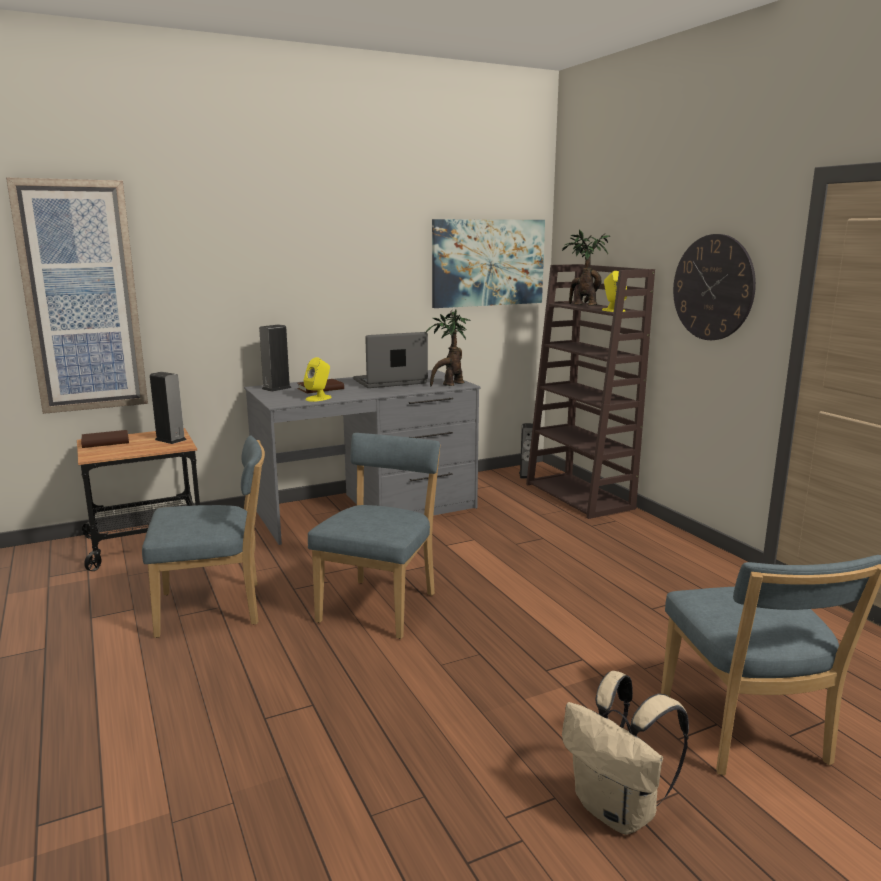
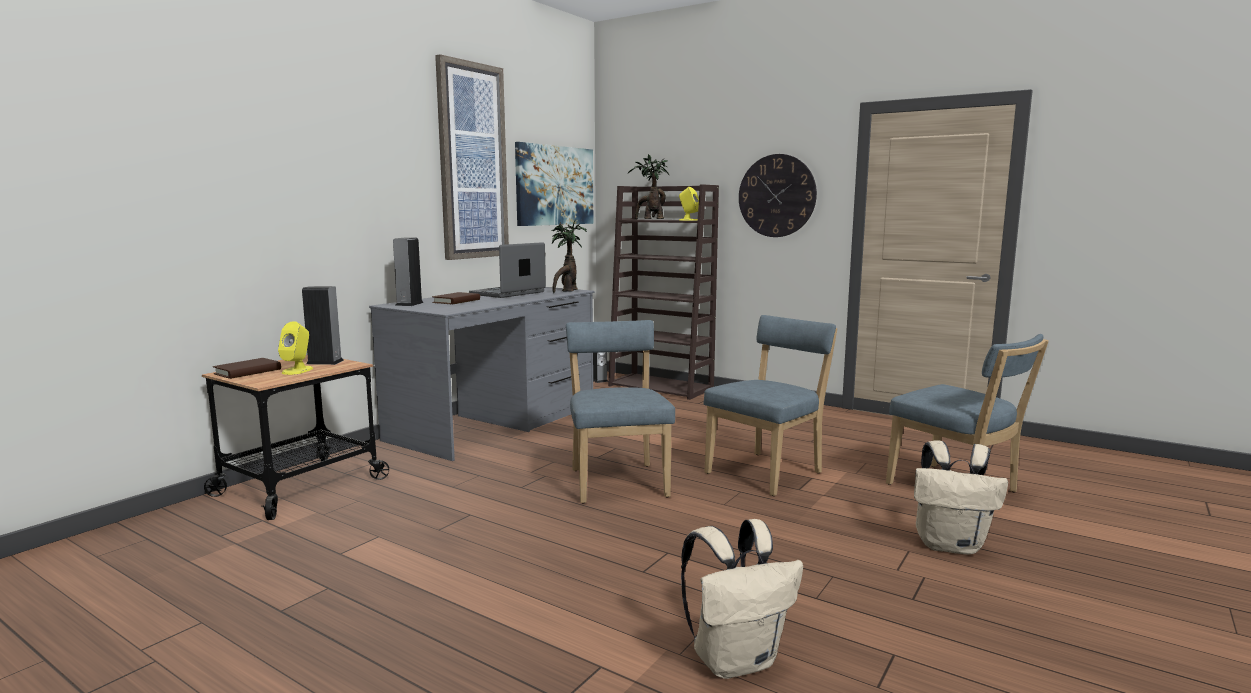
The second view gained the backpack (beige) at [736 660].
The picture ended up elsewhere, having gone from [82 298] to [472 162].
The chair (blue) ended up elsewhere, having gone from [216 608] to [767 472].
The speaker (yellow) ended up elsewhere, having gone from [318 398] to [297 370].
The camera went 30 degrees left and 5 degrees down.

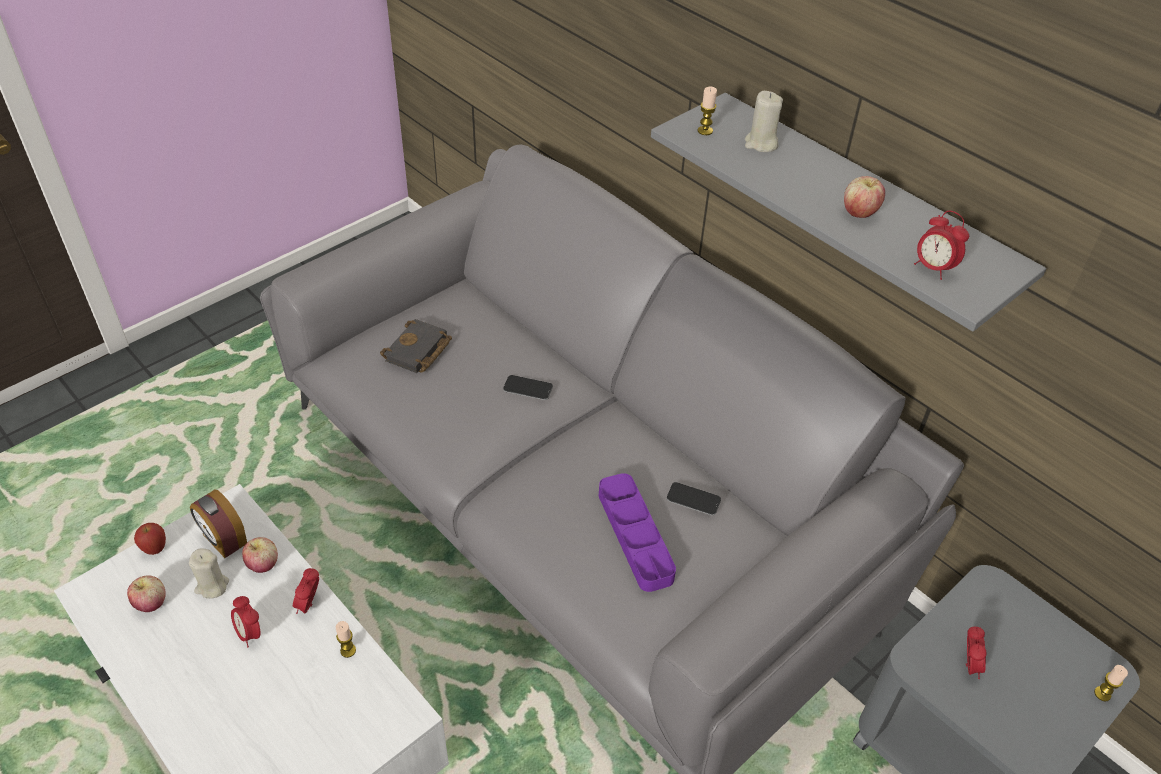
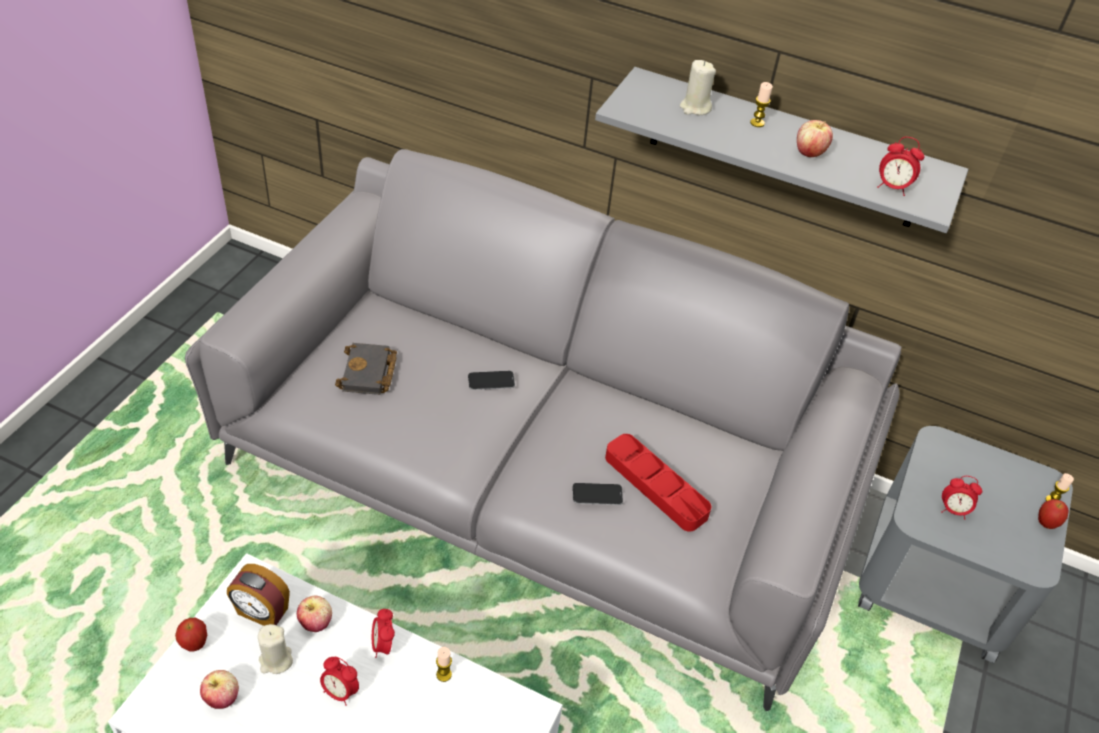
The second view gained the apple at [1046 524].
The phone ended up elsewhere, having gone from [693 499] to [597 495].
The candle ended up elsewhere, having gone from [705 131] to [757 123].
What was the tray (purple) at [635 535] turned into the tray (red) at [655 486].
The alarm clock at [968 665] ended up facing another way, 120 degrees clockwise from before.
The camera went 25 degrees left and 0 degrees up.

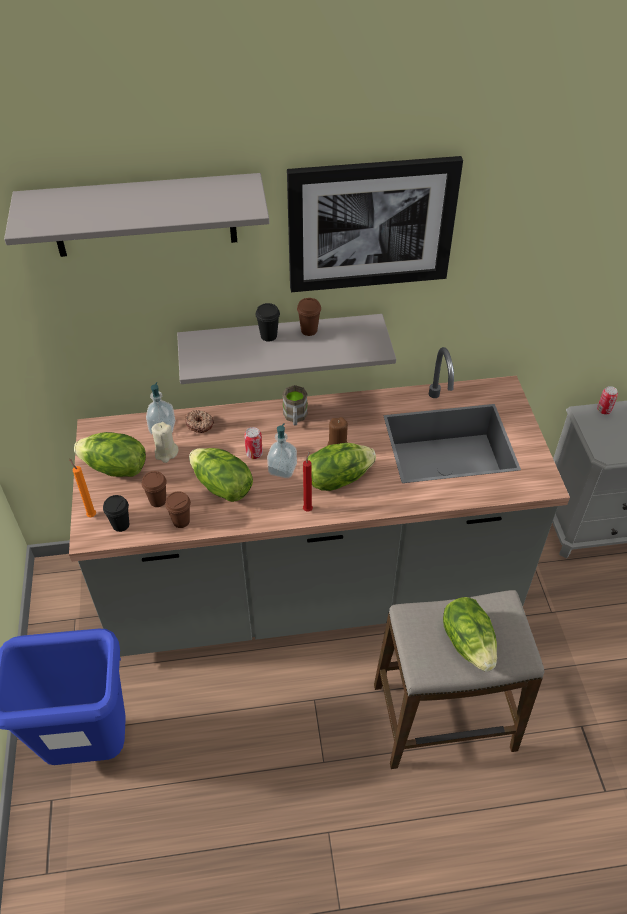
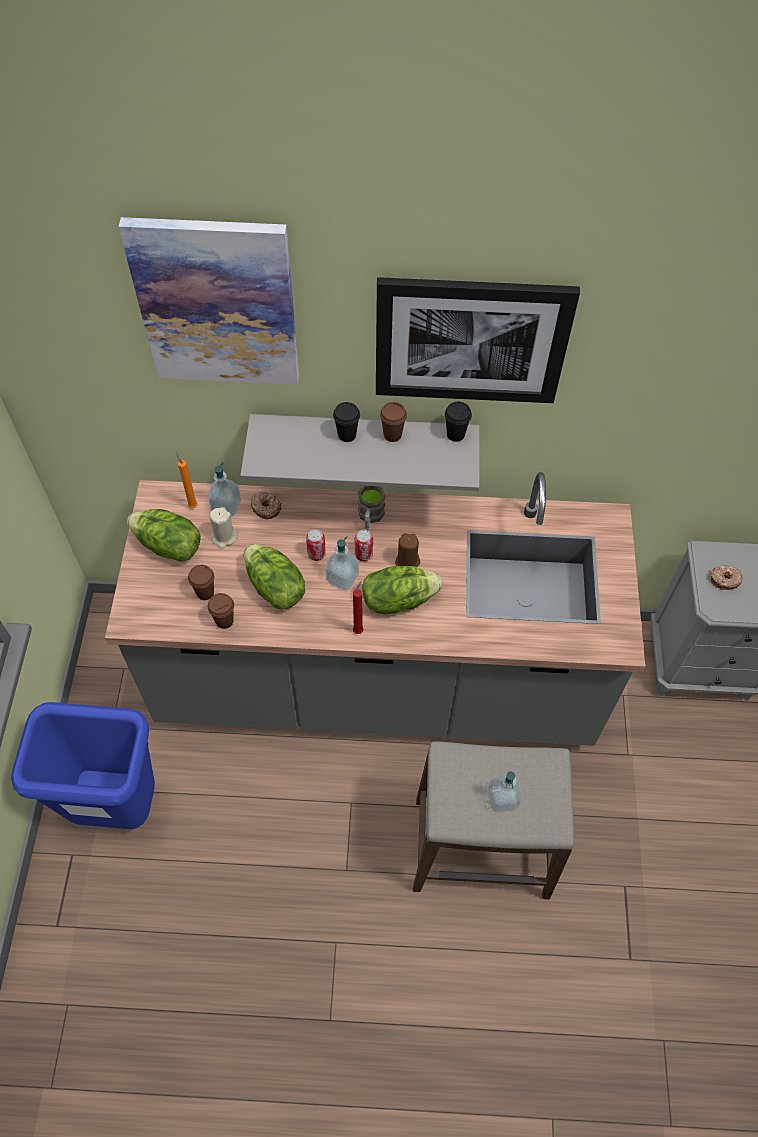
The second view gained the donut at [724 579].
The candle (orange) ended up elsewhere, having gone from [91 515] to [192 505].
The cup (black) ended up elsewhere, having gone from [121 525] to [455 434].
The can ended up elsewhere, having gone from [603 410] to [363 554].
Where the shelf (grey) hung at [144 215], the picture came to hang at [217 303].
Where the lettuce stood at [469 642], the soap dispenser came to stand at [502 799].
The camera went 10 degrees right and 10 degrees up.

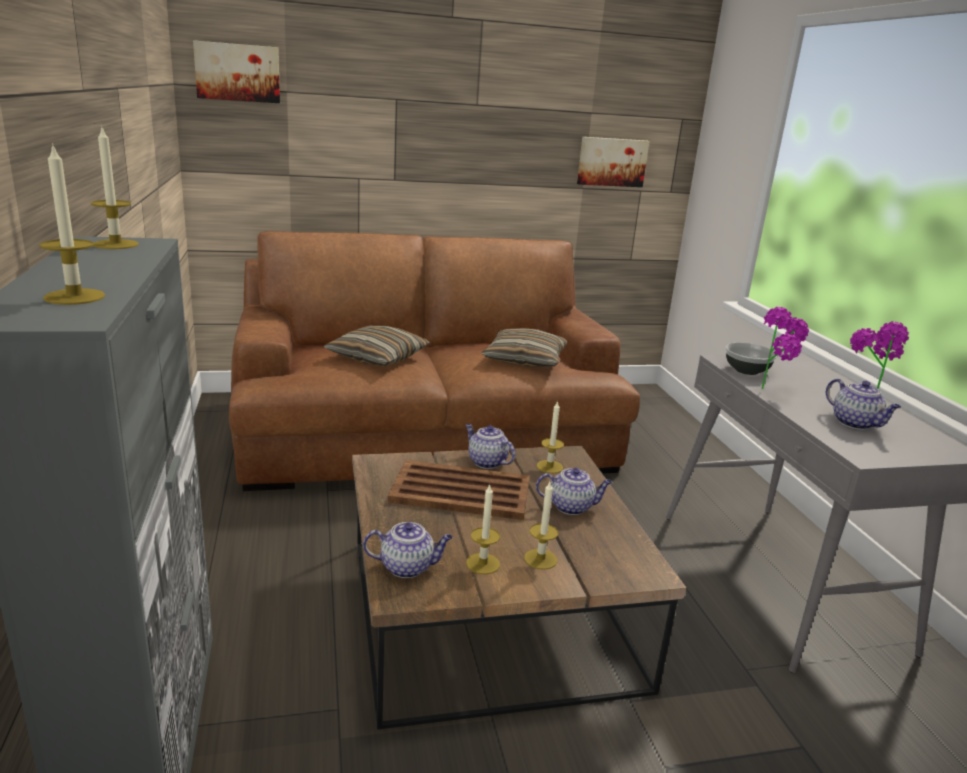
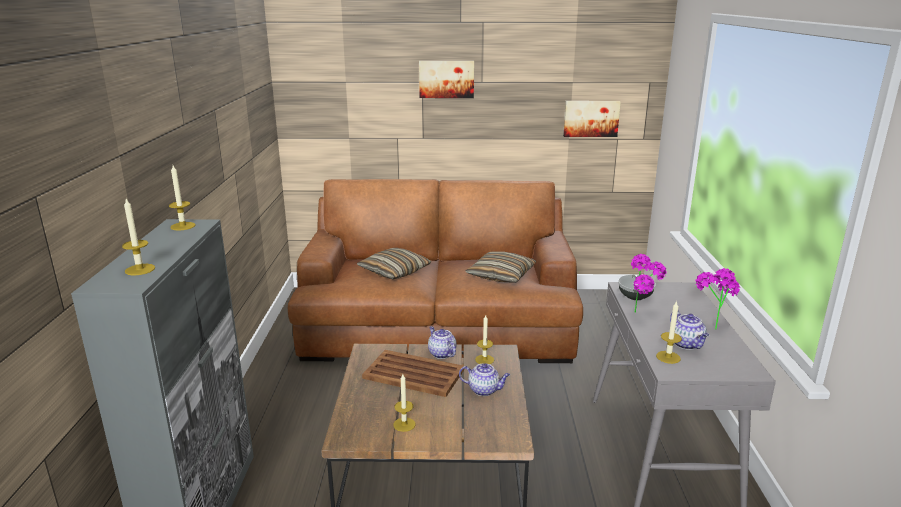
The second view lost the teapot at [408 567].
The picture ended up elsewhere, having gone from [238 72] to [446 79].
The candle ended up elsewhere, having gone from [540 559] to [668 357].
The camera went 15 degrees right and 0 degrees up.

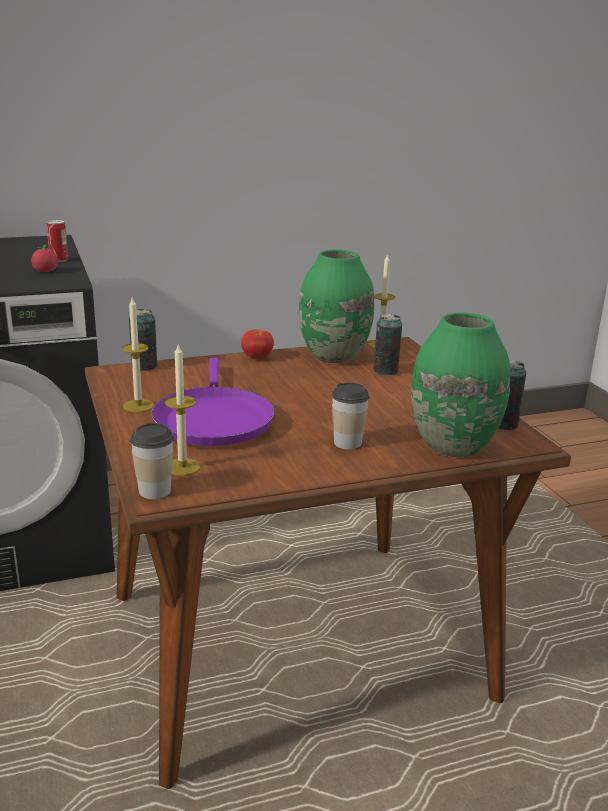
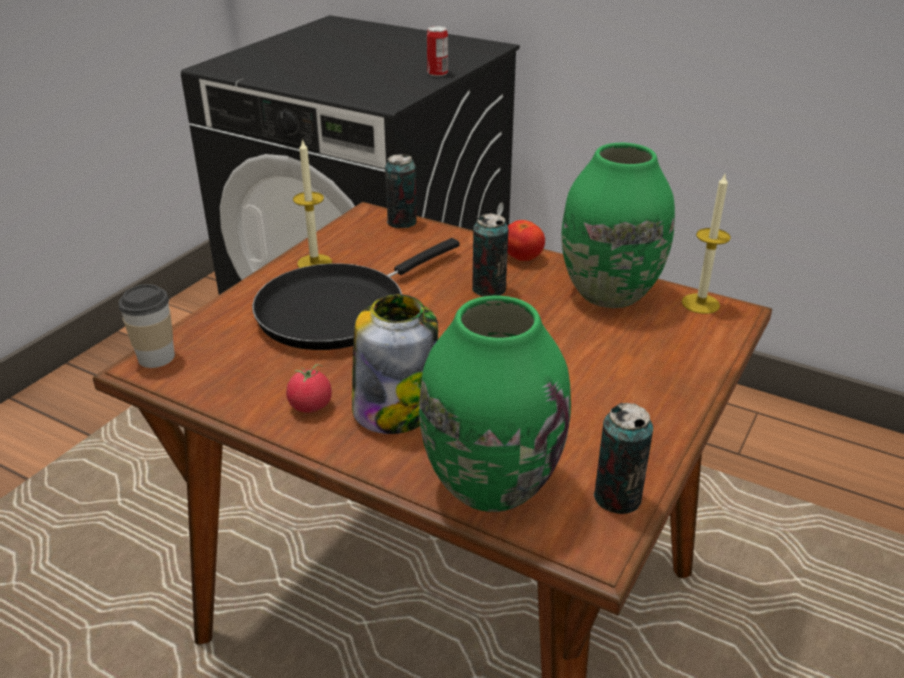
The second view lost the candle at [182 467].
The tomato ended up elsewhere, having gone from [45 271] to [310 406].
The can ended up elsewhere, having gone from [385 371] to [489 289].
Where the cup stood at [347 443], the jar came to stand at [394 408].
What was the frying pan (purple) at [213 419] turned into the frying pan (black) at [339 310].
The camera went 50 degrees right and 10 degrees up.

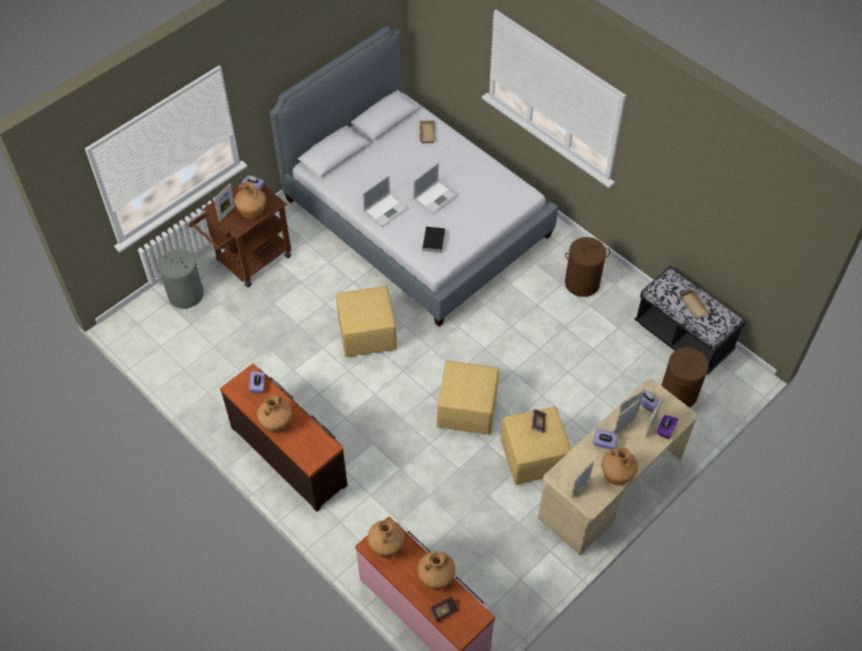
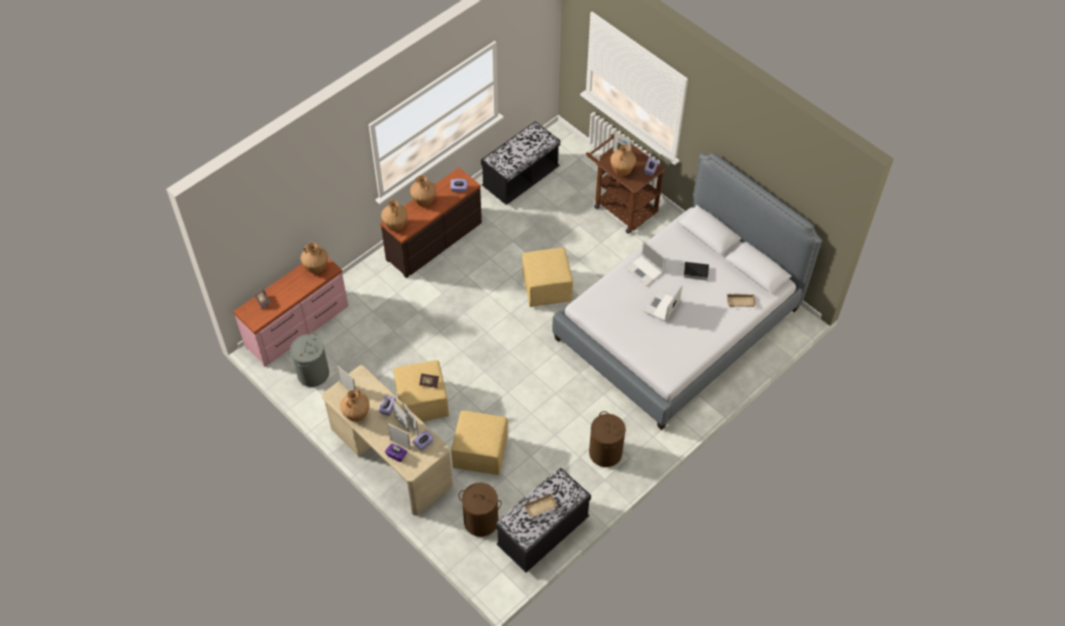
The second view gained the bench (black) at [520 178].
The laundry basket (grey) ended up elsewhere, having gone from [185 294] to [313 373].
The vase (brown) ended up elsewhere, having gone from [436 579] to [395 226].
The book ended up elsewhere, having gone from [433 242] to [695 272].
The ottoman (yellow) ended up elsewhere, having gone from [468 410] to [480 453].
The laptop at [435 196] ended up facing another way, 75 degrees clockwise from before.
The camera went 90 degrees right and 0 degrees up.

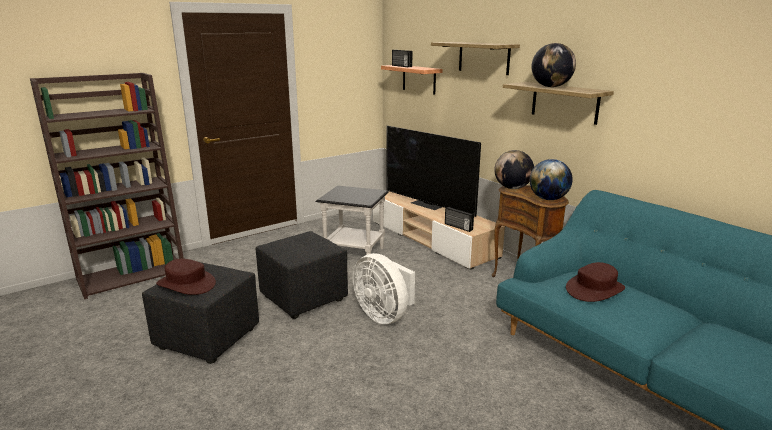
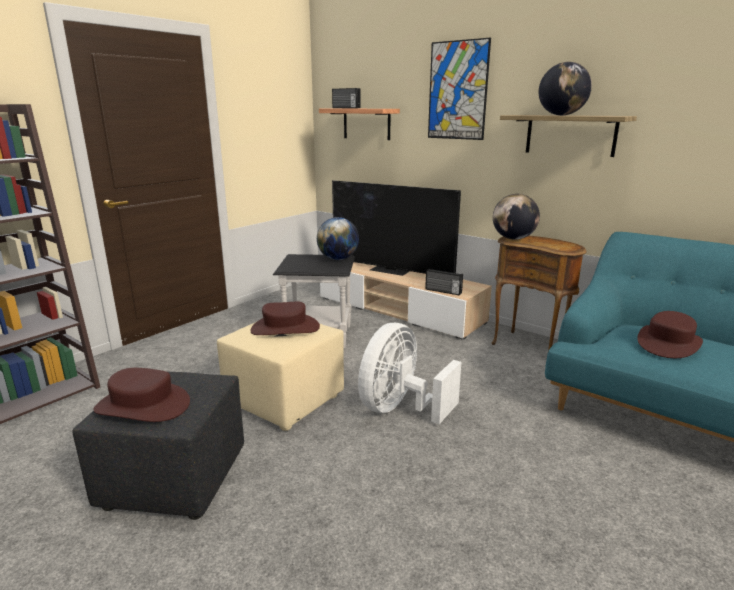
The second view gained the hat (brown) at [285 328].
The globe ended up elsewhere, having gone from [548 199] to [338 259].
Where the shelf hung at [483 58], the picture came to hang at [457 91].
What was the ottoman (black) at [304 298] turned into the ottoman (beige) at [285 400].
The fan (white) at [384 315] ended up facing another way, 90 degrees clockwise from before.
The camera went 15 degrees left and 0 degrees up.

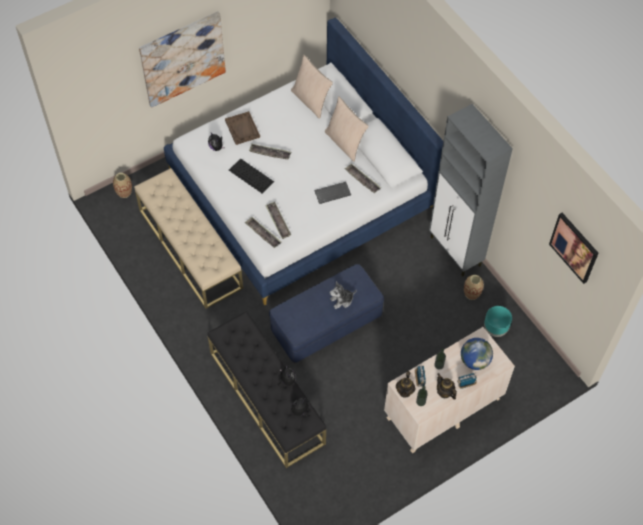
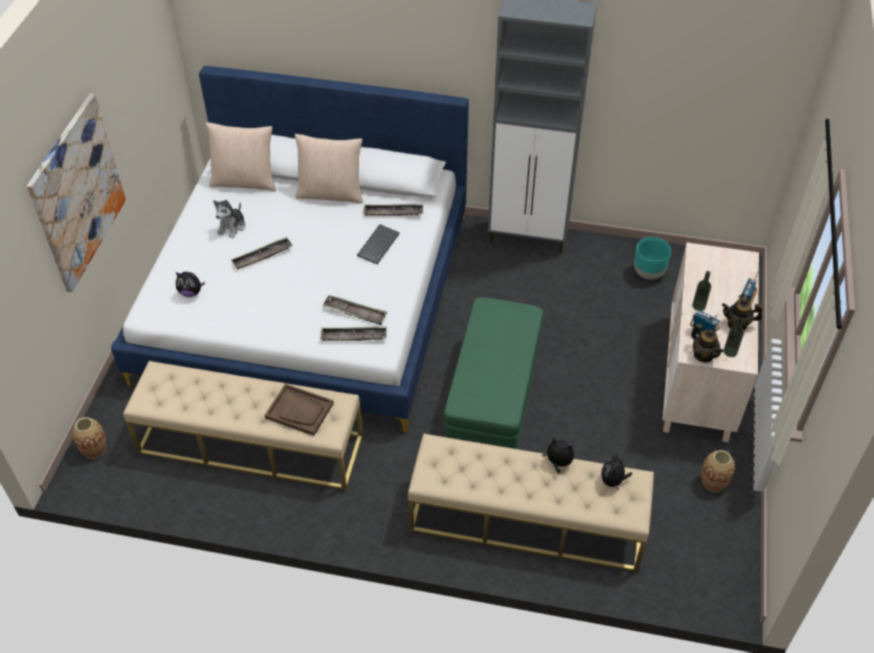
The second view lost the keyboard at [251 176].
The second view lost the globe at [474 360].
The second view lost the picture at [574 247].
The tray (brown) ended up elsewhere, having gone from [242 129] to [299 410].
The plush toy ended up elsewhere, having gone from [342 300] to [232 227].
The vase ended up elsewhere, having gone from [471 293] to [713 482].
What was the bench (black) at [266 397] turned into the bench (beige) at [526 520].
What was the ottoman (blue) at [326 324] turned into the ottoman (green) at [493 396].
The camera went 45 degrees left and 10 degrees down.

